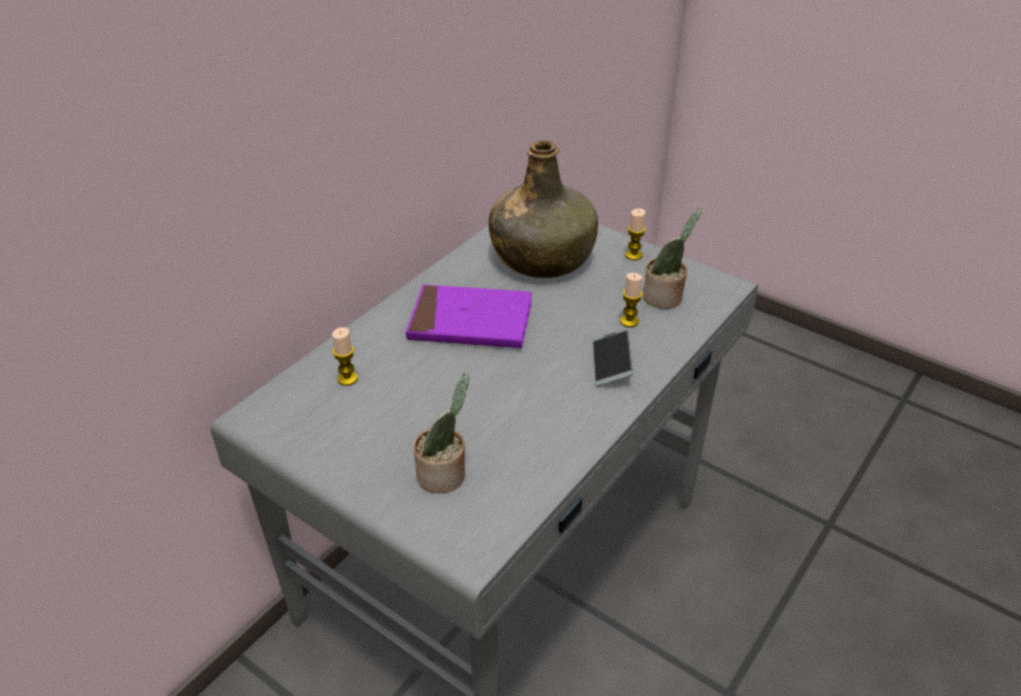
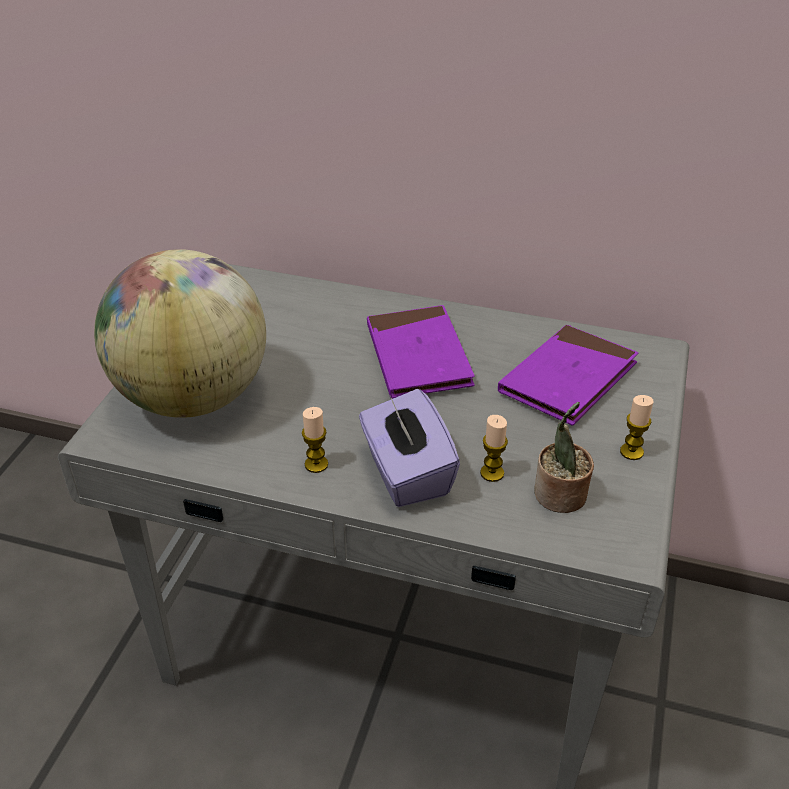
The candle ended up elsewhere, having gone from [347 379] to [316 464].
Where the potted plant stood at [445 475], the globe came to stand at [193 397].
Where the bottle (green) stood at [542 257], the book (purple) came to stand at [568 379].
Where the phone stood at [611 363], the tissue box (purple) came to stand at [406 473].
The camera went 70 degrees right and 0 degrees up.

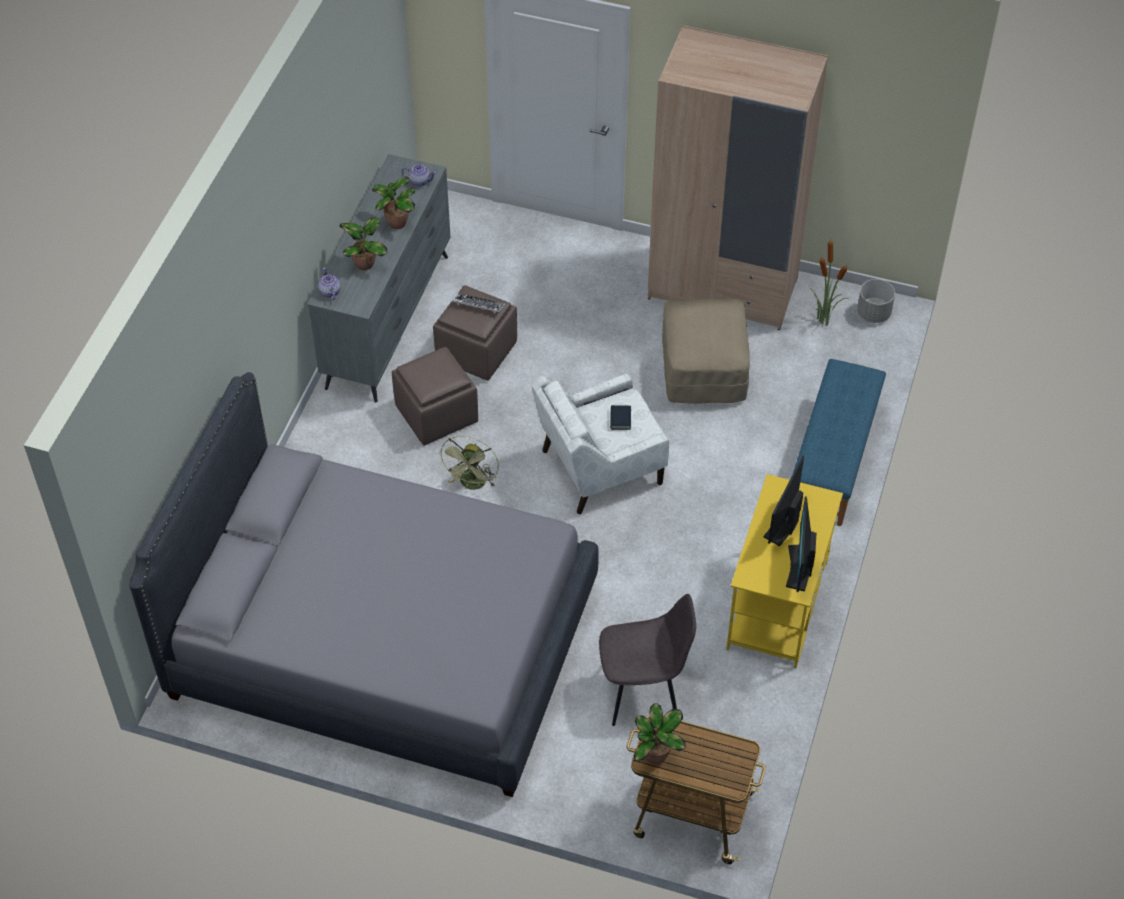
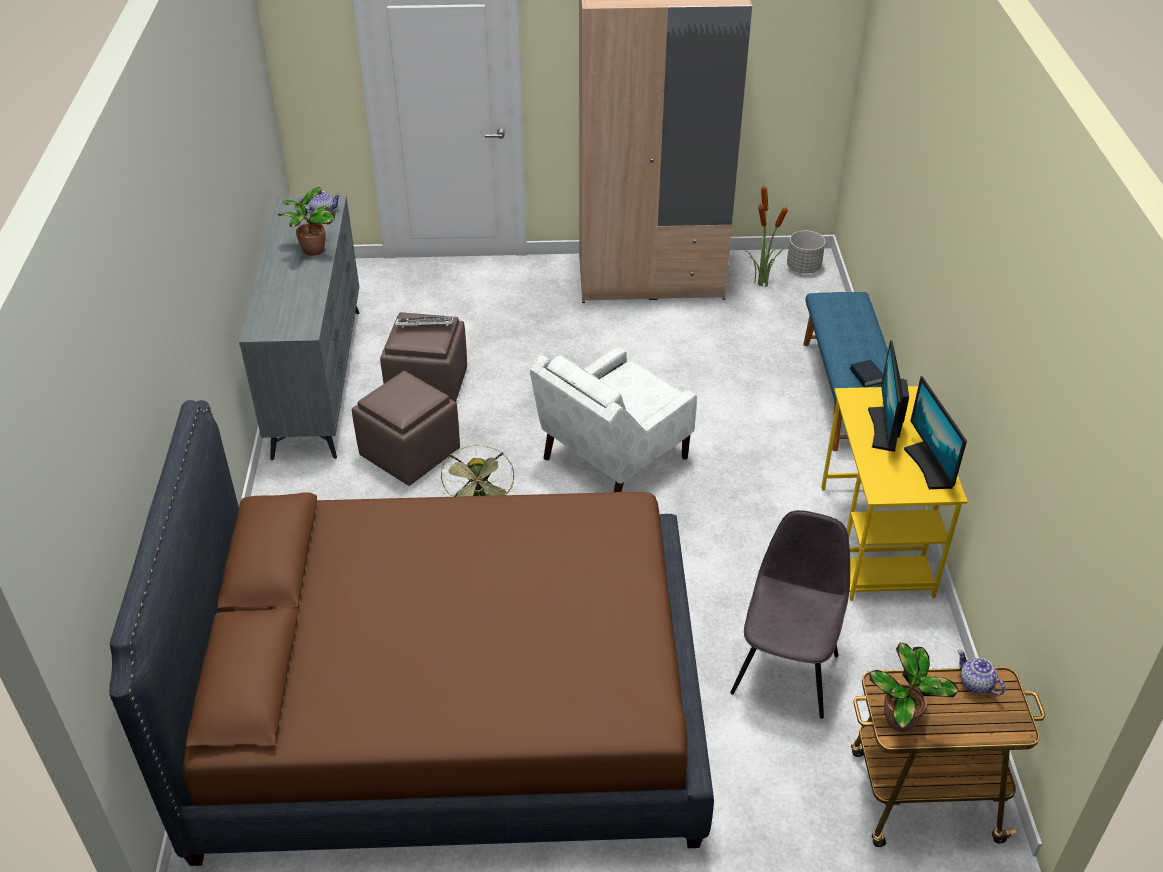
The second view lost the potted plant at [366 263].
The second view lost the ottoman (beige) at [704 369].
The teapot ended up elsewhere, having gone from [330 292] to [976 684].
The book ended up elsewhere, having gone from [620 419] to [866 376].
What was the bed (grey) at [383 641] turned into the bed (brown) at [450 707].
The chair (grey) at [643 691] ended up facing another way, 45 degrees counterclockwise from before.
The camera went 20 degrees left and 10 degrees down.

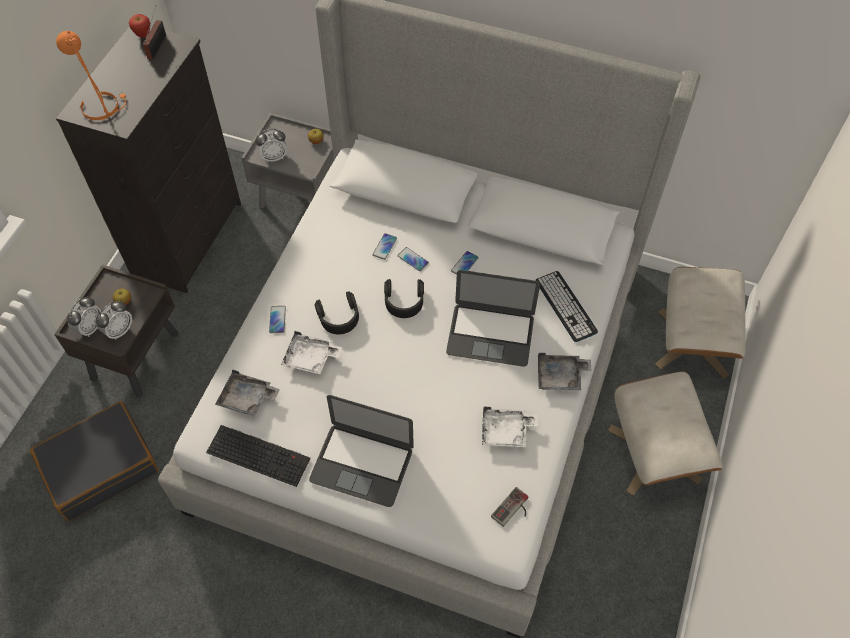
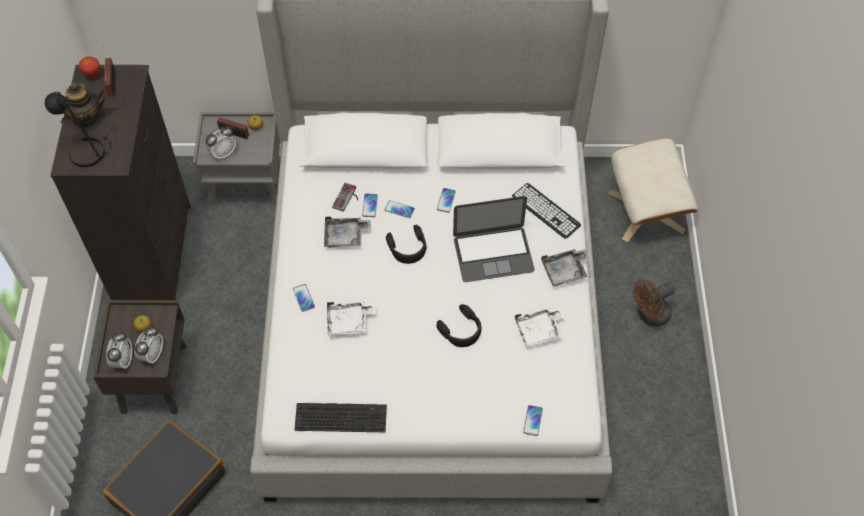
The second view lost the laptop at [362 464].
The second view gained the teapot at [86 117].
The second view gained the radio at [235 134].
The second view gained the phone at [532 420].
The tray (grey) ended up elsewhere, having gone from [247 398] to [345 236].
The headphones (black) ended up elsewhere, having gone from [339 317] to [461 330].
The game controller ended up elsewhere, having gone from [513 510] to [347 199].
Where the ottoman (beige) stood at [654 454], the fan (brown) came to stand at [649 316].
What was the table lamp (orange) at [102 105] turned into the table lamp (black) at [88 151].
The camera went 20 degrees left and 0 degrees up.

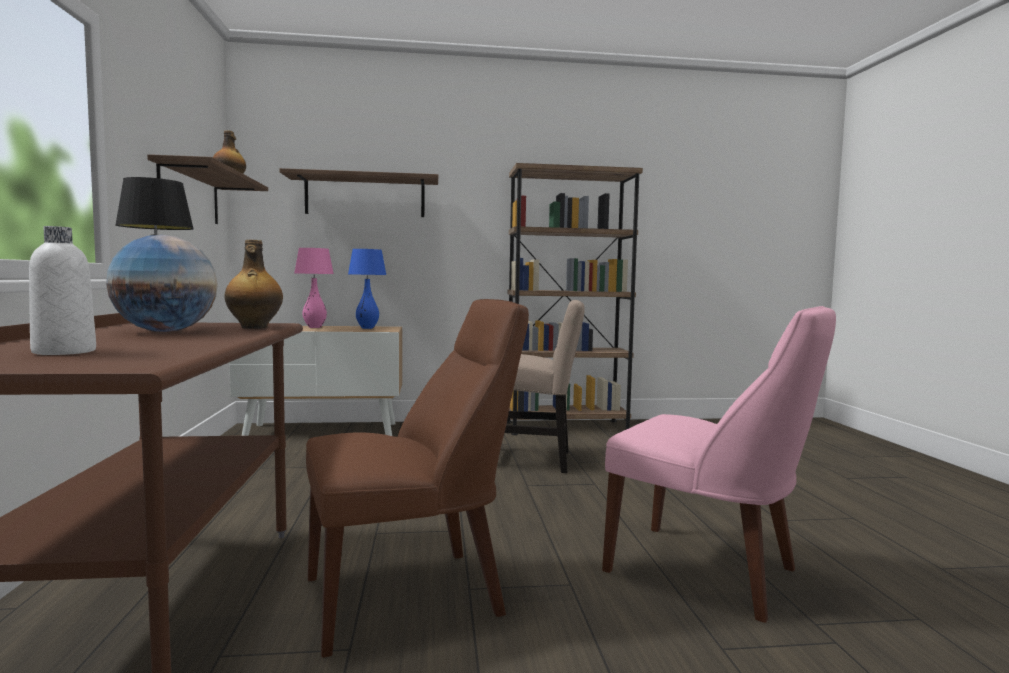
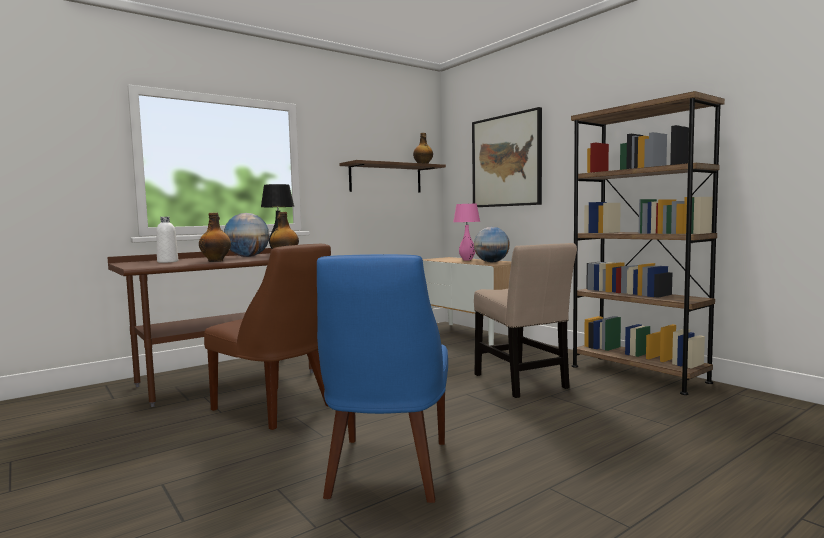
The second view gained the bottle at [216 261].
Where the shelf hung at [365 197], the picture came to hang at [506 161].
Where the table lamp (blue) stood at [367 328], the globe came to stand at [491 262].
What was the chair (pink) at [709 572] turned into the chair (blue) at [386 471].
The camera went 60 degrees right and 0 degrees up.

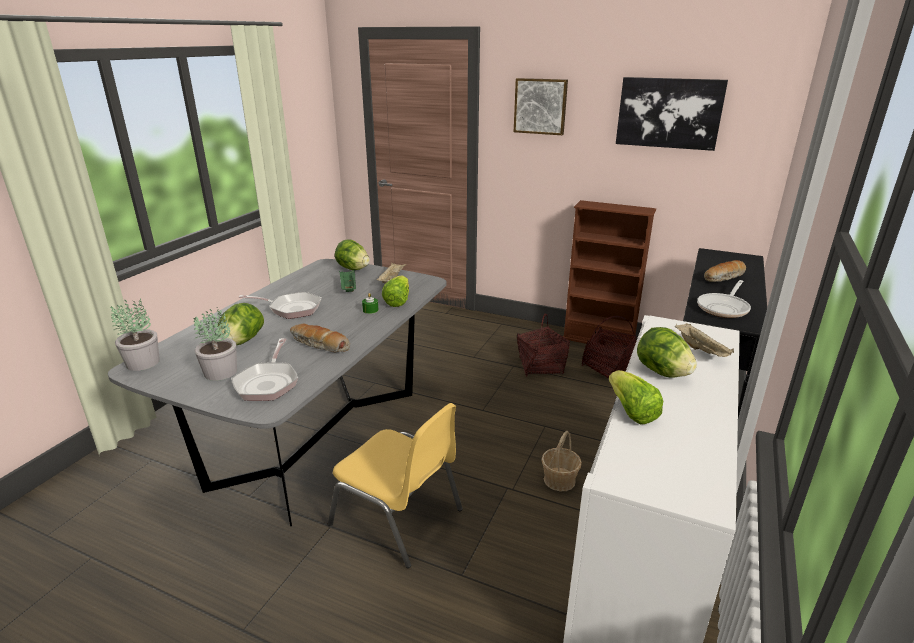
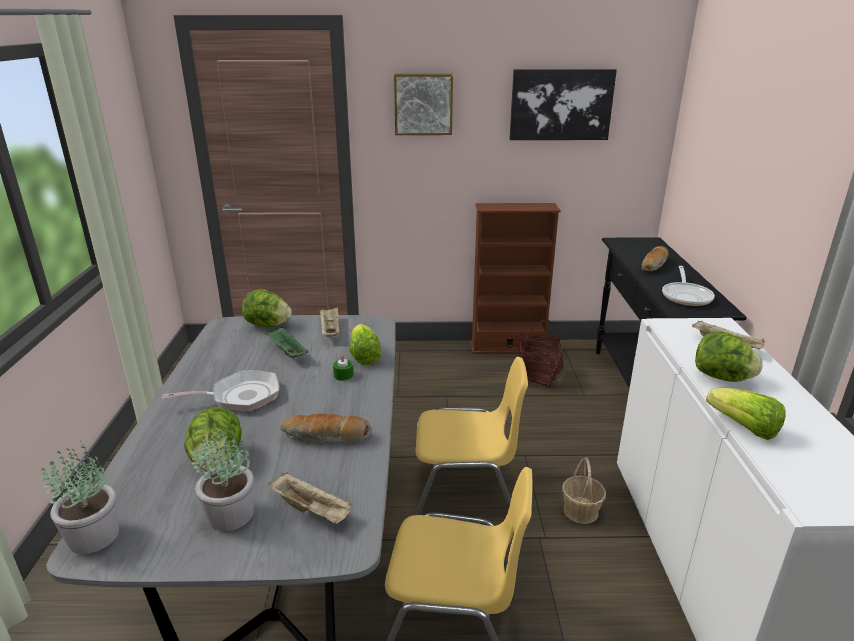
The second view lost the basket at [541 366].
The second view gained the chair (yellow) at [466 485].
Where the frying pan stood at [268 383], the tray (beige) came to stand at [312 510].
The camera went 25 degrees left and 0 degrees up.

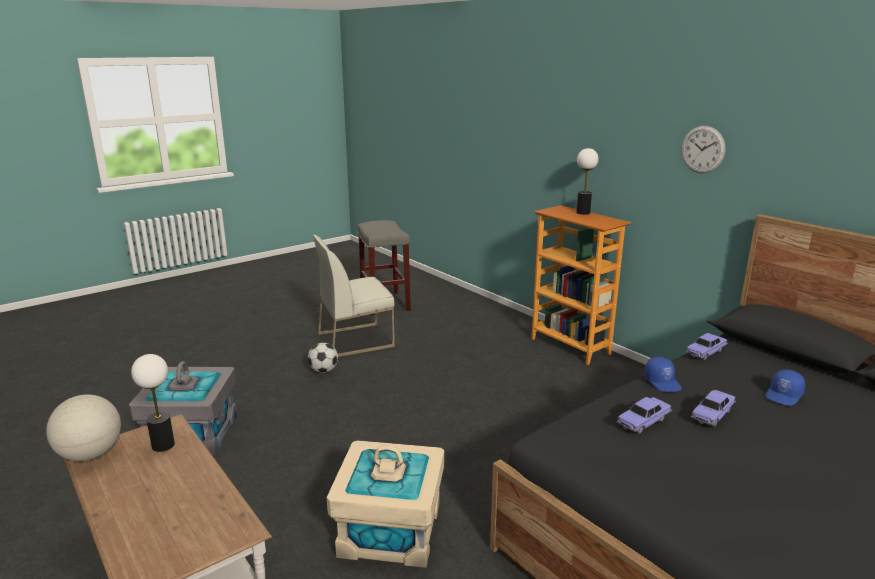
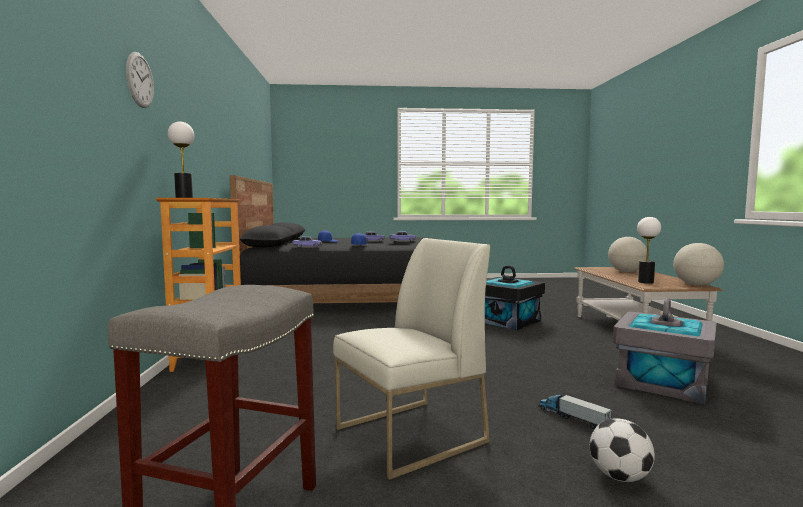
The second view gained the toy truck at [572 418].
The second view gained the globe at [626 272].
The football ended up elsewhere, having gone from [324 370] to [619 477].
The wall clock ended up elsewhere, having gone from [702 149] to [140 80].
What was the storage box (beige) at [390 530] turned into the storage box (black) at [507 321].
The chair (white) at [356 340] ended up facing another way, 45 degrees counterclockwise from before.
The camera went 145 degrees left and 15 degrees down.

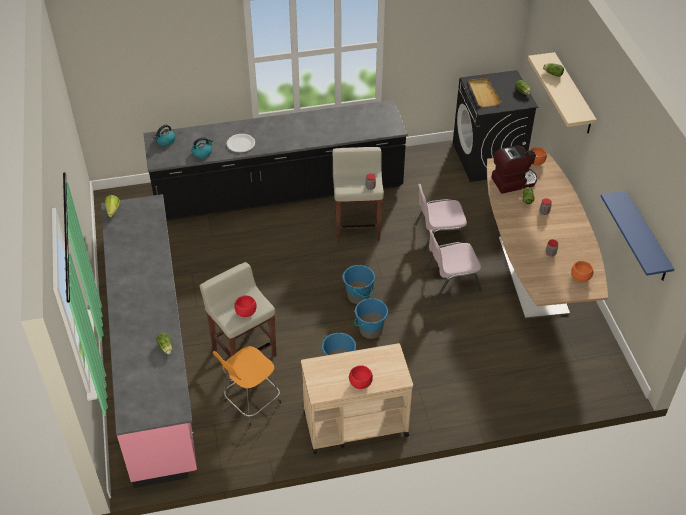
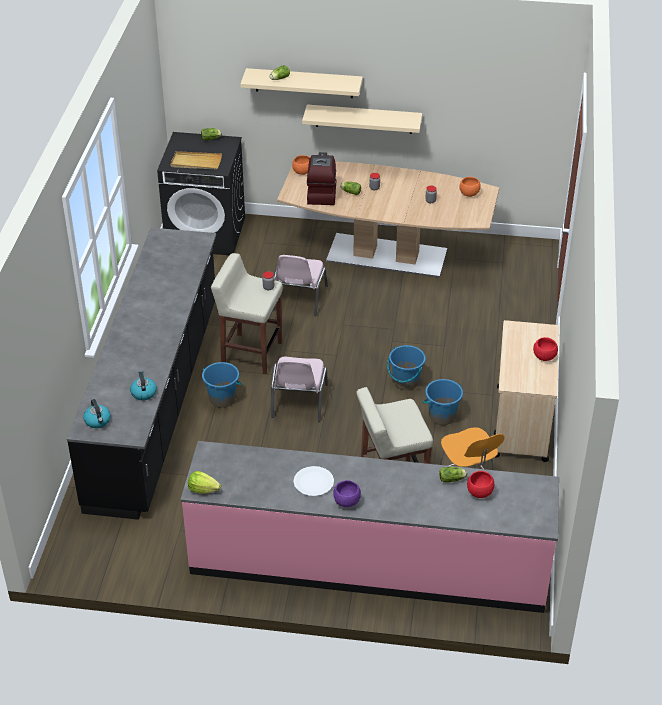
The second view lost the shelf (blue) at [646 237].
The second view gained the shelf (beige) at [364 119].
The second view gained the bowl (purple) at [347 502].
The plate (white) ended up elsewhere, having gone from [241 144] to [313 482].
The bowl (red) ended up elsewhere, having gone from [246 312] to [479 492].
The bucket (blue) ended up elsewhere, having gone from [358 296] to [222 399].
The chair (pink) ended up elsewhere, having gone from [451 280] to [298 402].
The camera went 70 degrees left and 5 degrees down.

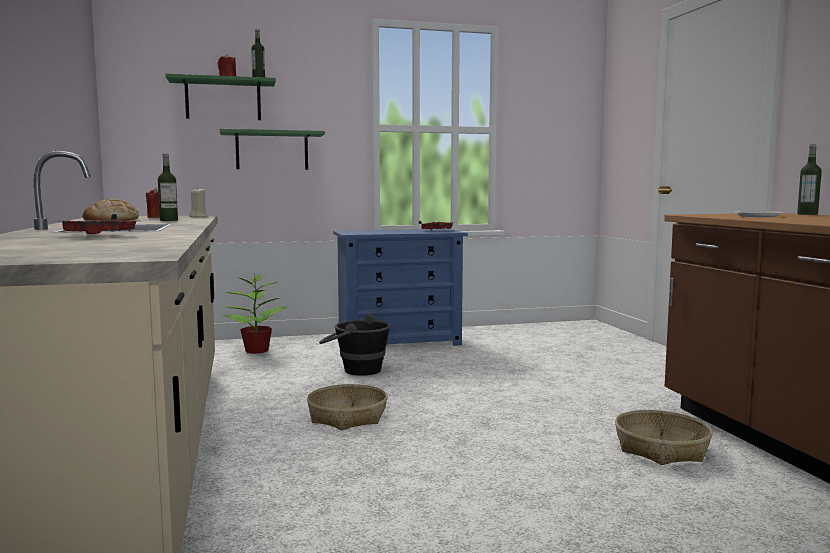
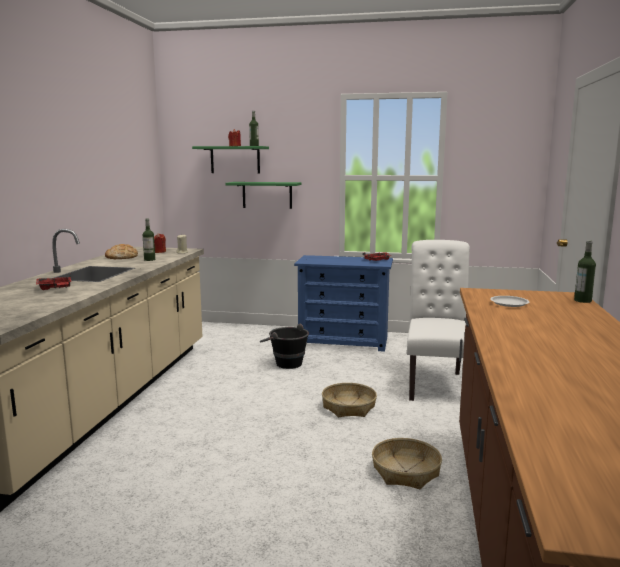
The second view lost the potted plant at [256 351].
The second view gained the chair (white) at [436 383].
The basket ended up elsewhere, having gone from [347 417] to [349 407].
The camera went 25 degrees right and 5 degrees up.

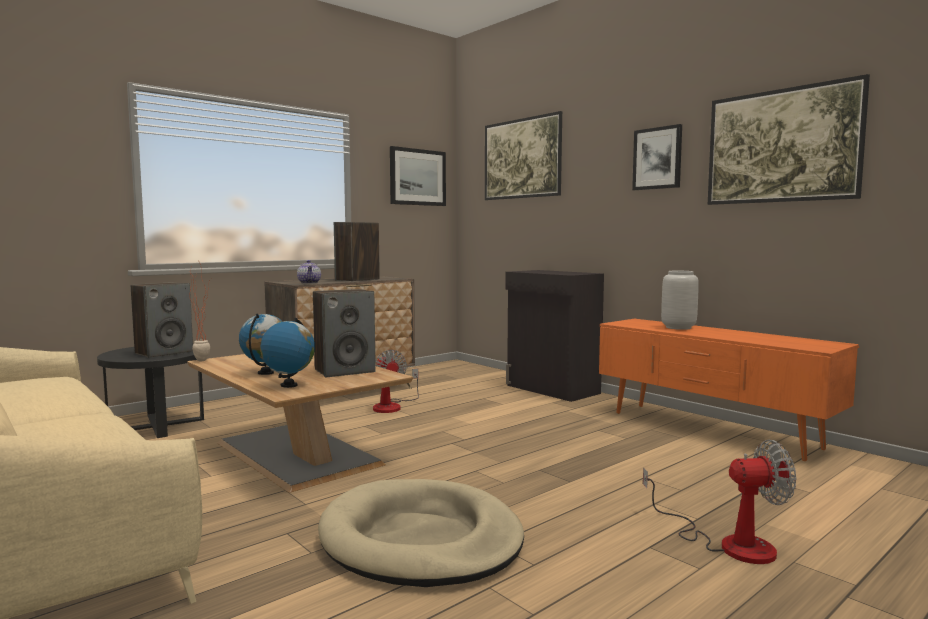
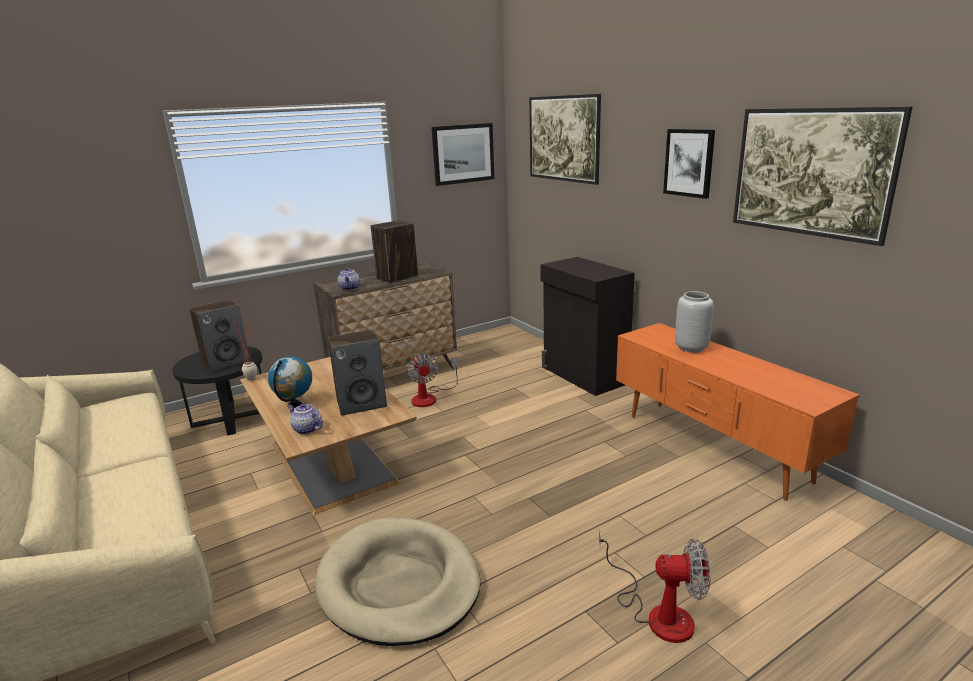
Where the globe stood at [288 385], the teapot came to stand at [306 429].
The camera went 10 degrees right and 15 degrees up.

